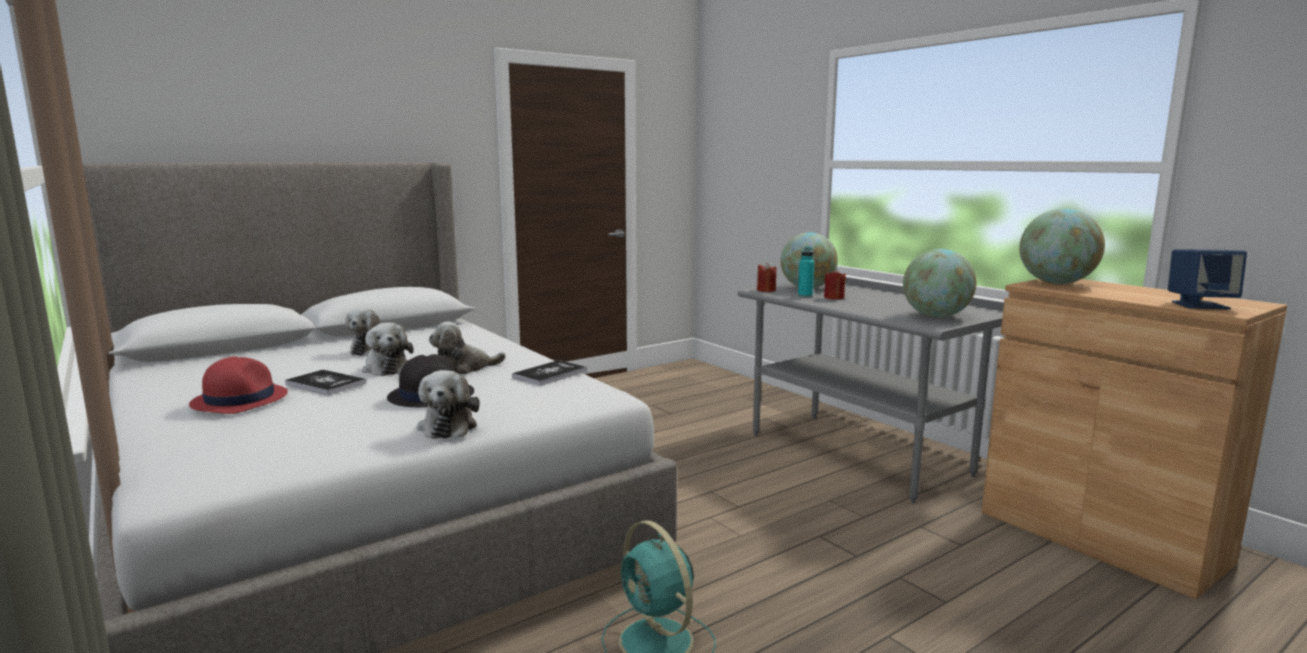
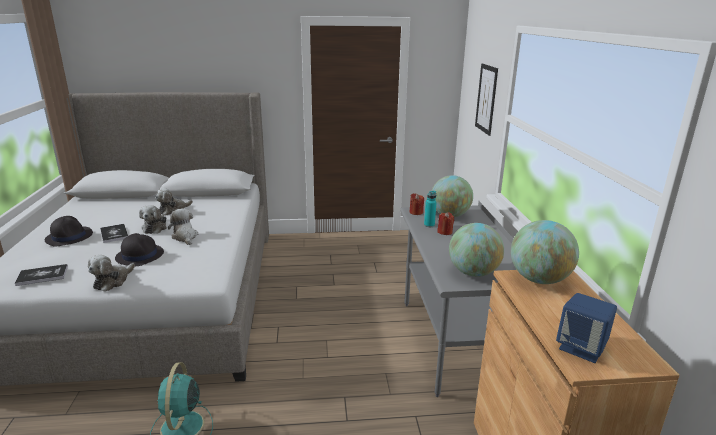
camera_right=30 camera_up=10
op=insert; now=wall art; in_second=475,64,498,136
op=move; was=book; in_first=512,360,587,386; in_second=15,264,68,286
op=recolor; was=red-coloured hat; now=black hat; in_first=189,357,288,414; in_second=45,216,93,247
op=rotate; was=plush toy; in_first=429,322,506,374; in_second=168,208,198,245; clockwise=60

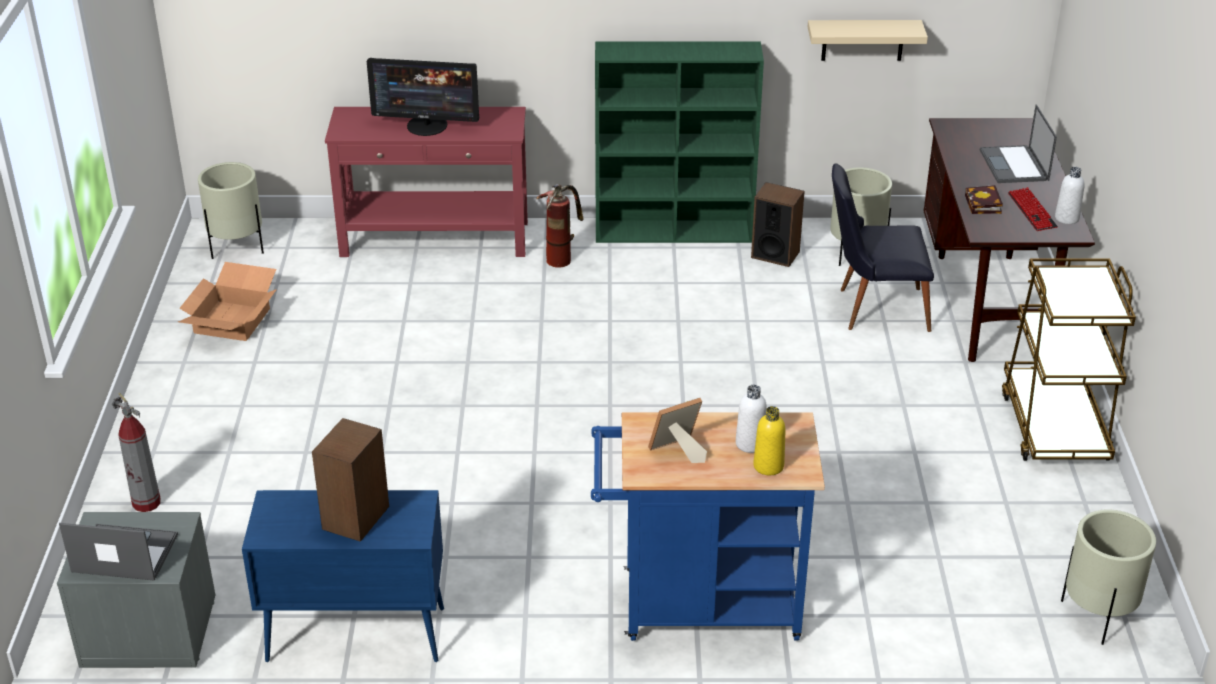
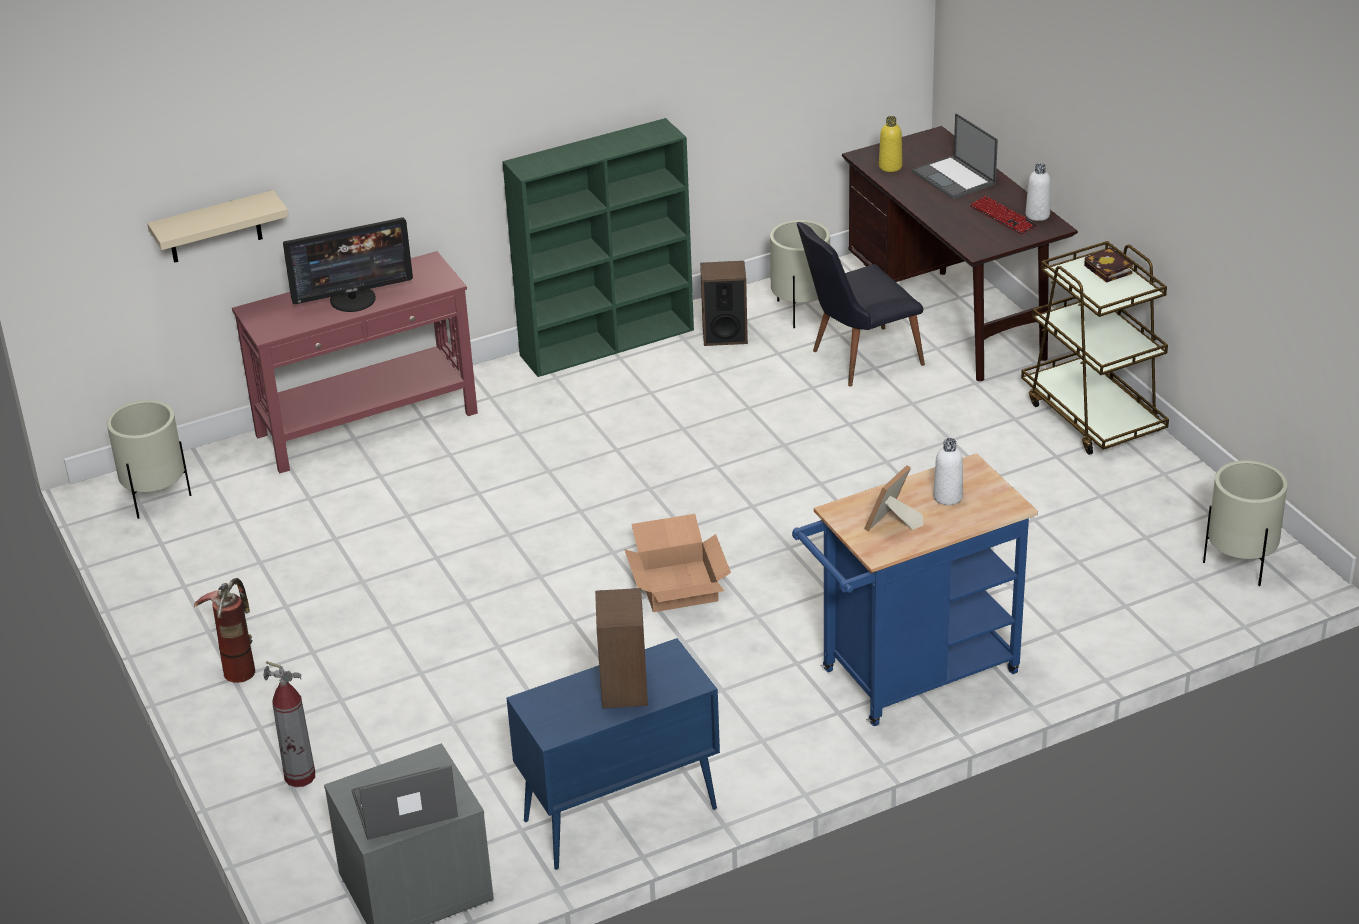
camera_right=-25 camera_up=0
op=move; was=packing box; in_first=178,262,277,341; in_second=624,514,731,612
op=move; was=fire extinguisher; in_first=536,184,583,268; in_second=194,578,255,683
op=move; was=yellow beverage bottle; in_first=753,406,786,475; in_second=879,116,902,172
op=move; was=sand-coloured shelf; in_first=808,20,928,61; in_second=147,190,289,263
op=move; was=book; in_first=965,185,1003,214; in_second=1084,247,1133,283

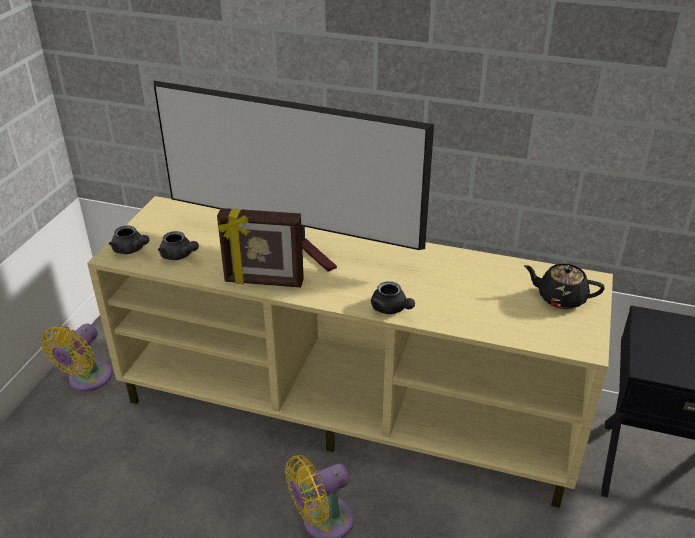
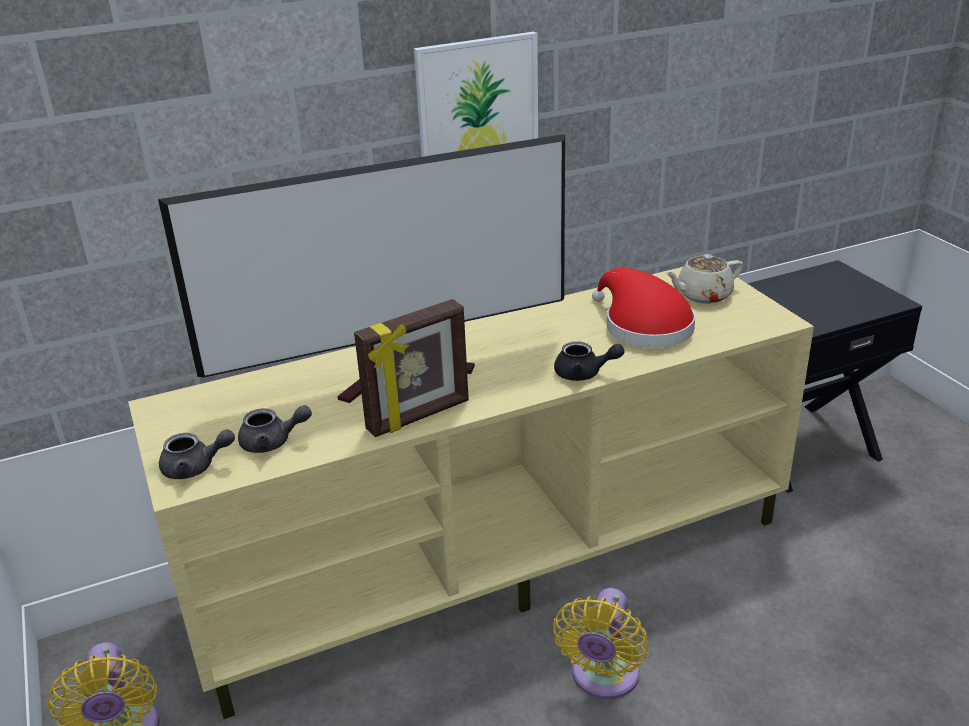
camera_right=-40 camera_up=-5
op=insert; now=wall art; in_second=414,32,538,157
op=insert; now=red-coloured hat; in_second=592,268,695,348
op=recolor; was=black teapot; now=sand-coloured teapot; in_first=524,263,605,309; in_second=665,254,743,304

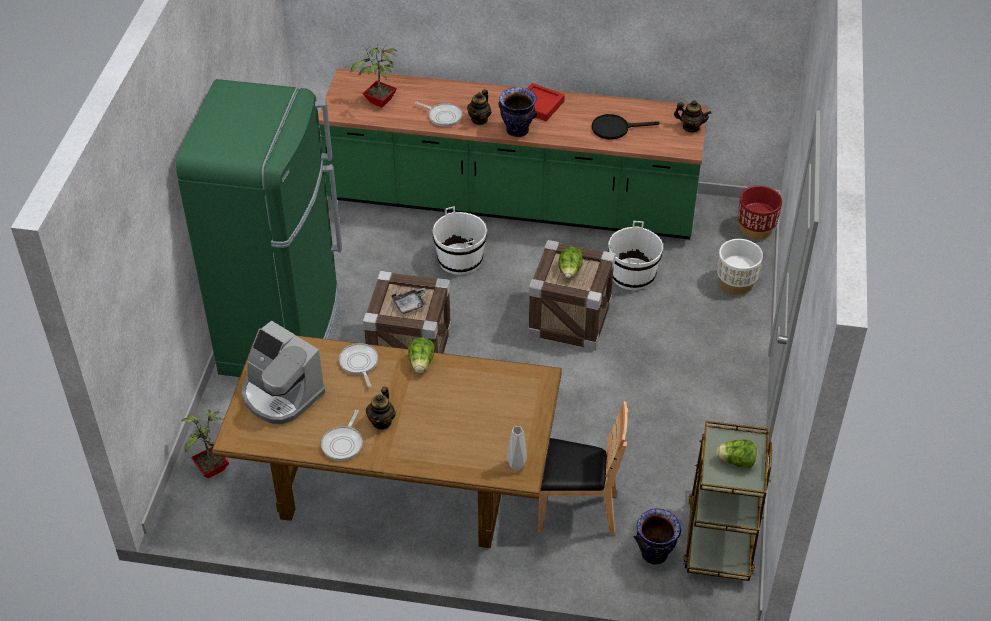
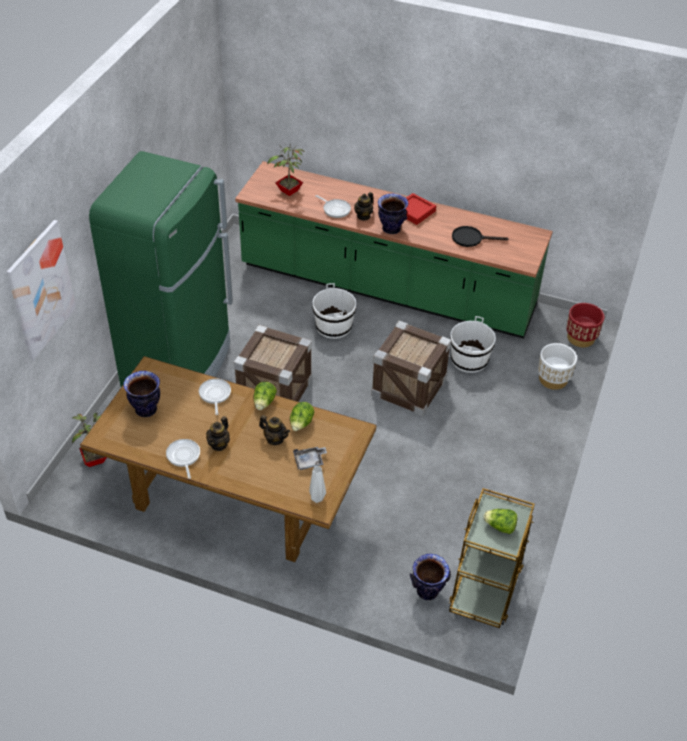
camera_right=10 camera_up=0
op=delete; was=brown upright chair; in_first=538,401,628,535
op=insert; now=wall art; in_second=7,220,76,360
op=move; was=grey serving tray; in_first=392,288,427,314; in_second=293,447,327,470
op=move; was=lettuce; in_first=559,246,583,278; in_second=290,402,314,431
op=move; was=teapot; in_first=674,100,711,132; in_second=259,415,290,445
op=replace; was=coffee machine; now=flower vase; in_first=241,320,325,424; in_second=123,371,160,417
op=rotate; was=skillet; in_first=321,410,363,461; in_second=166,439,200,479; clockwise=135

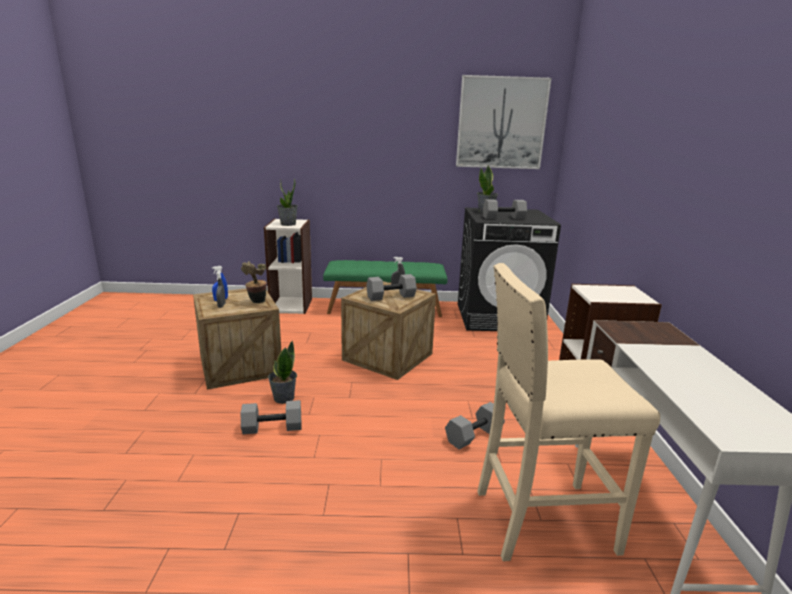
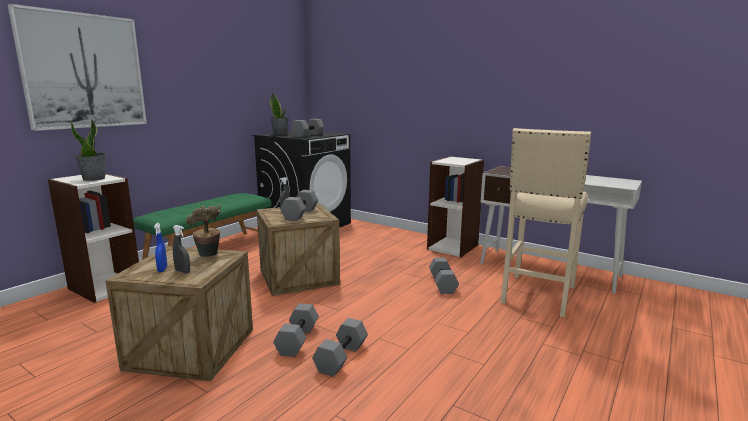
camera_right=-55 camera_up=-5
op=move; was=wall art; in_first=456,75,551,169; in_second=7,4,147,131
op=replace; was=houseplant; now=grey dumbbell; in_first=268,340,297,404; in_second=273,303,319,357

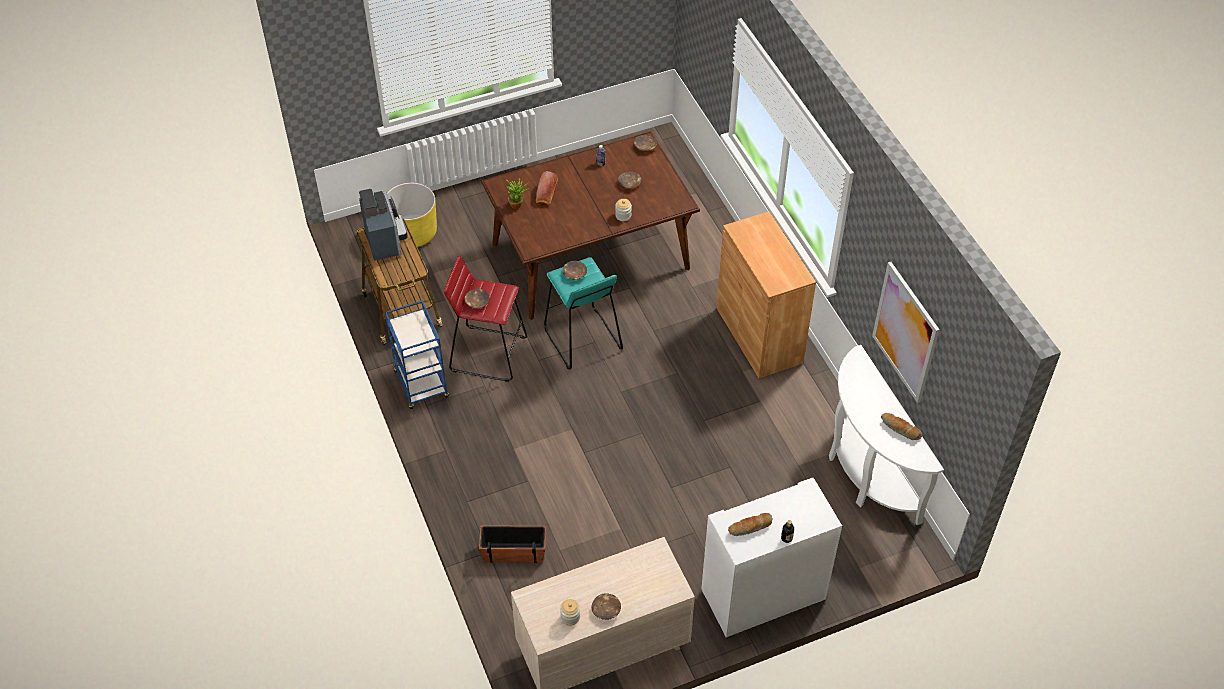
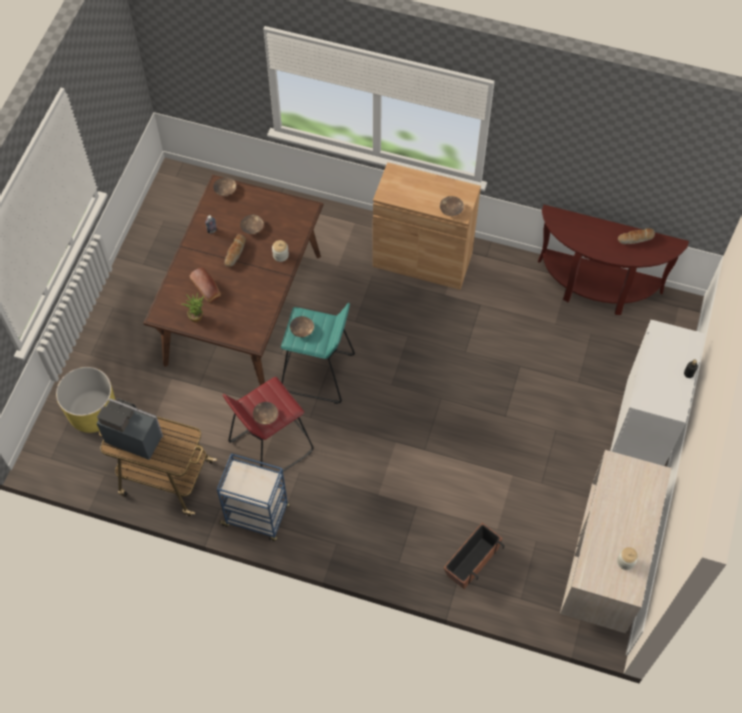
camera_right=-50 camera_up=10
op=delete; was=wall art; in_first=872,262,940,403
op=move; was=brown serving bowl; in_first=592,593,621,620; in_second=440,196,464,216
op=move; was=bread; in_first=728,513,773,536; in_second=225,234,246,267
op=recolor; was=white console table; now=brown console table; in_first=829,345,944,525; in_second=538,205,689,315

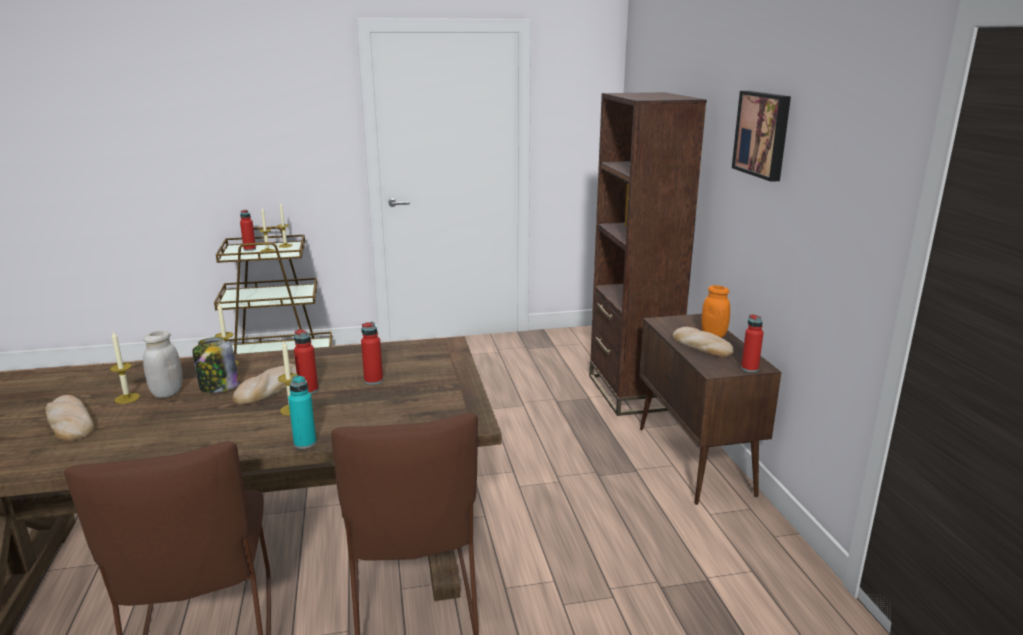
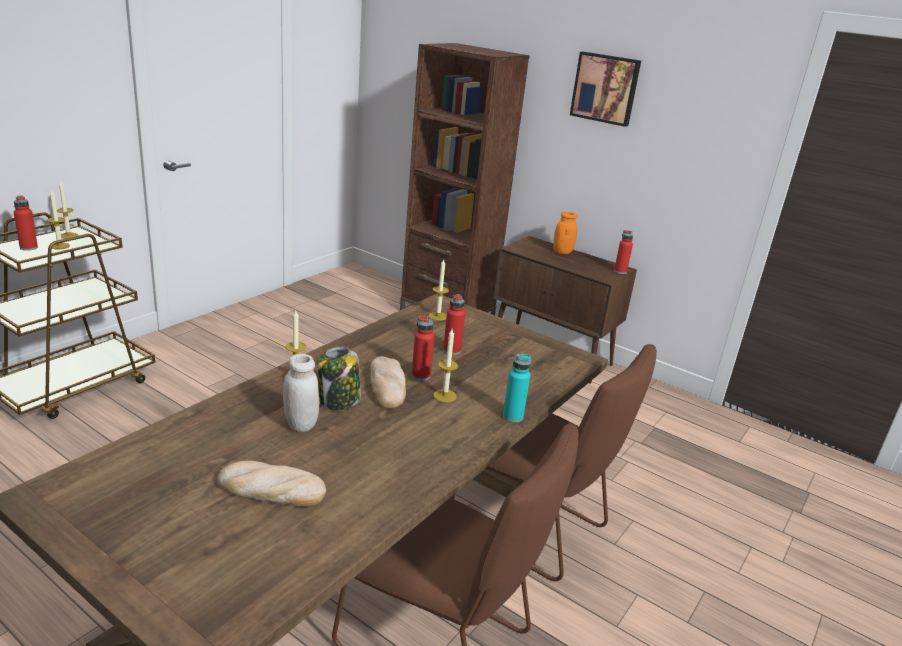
camera_right=-45 camera_up=5
op=delete; was=bread; in_first=672,327,734,357
op=move; was=candle; in_first=110,331,140,404; in_second=429,259,449,321

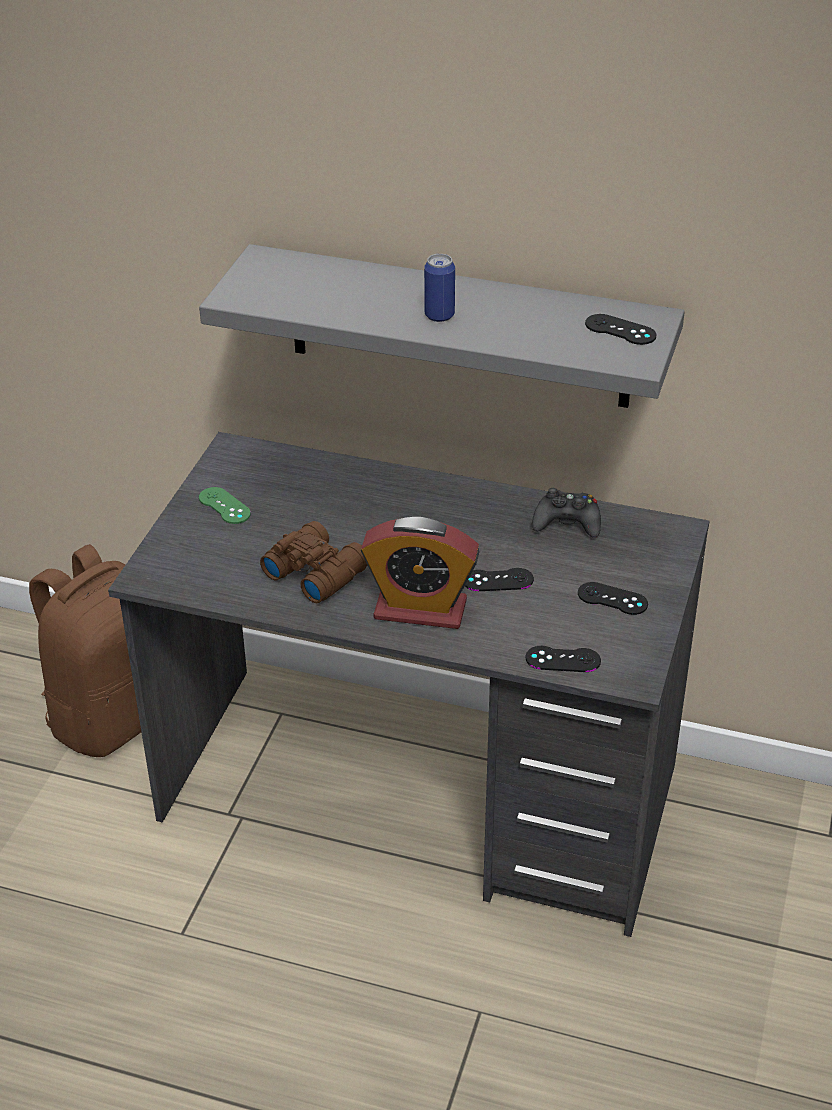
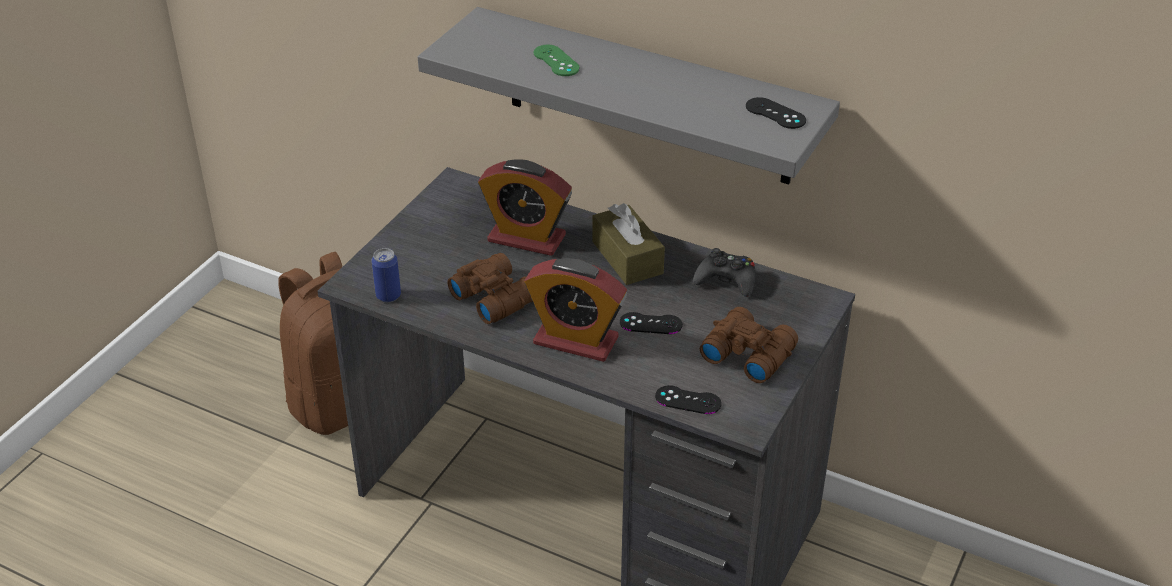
camera_right=10 camera_up=0
op=insert; now=bedside clock; in_second=478,159,572,256
op=insert; now=brown box of tissues; in_second=592,203,665,285
op=move; was=green-coloured game controller; in_first=199,487,251,524; in_second=534,45,580,76
op=move; was=can; in_first=424,254,455,322; in_second=372,248,401,302
op=replace; was=black game controller; now=brown field glasses; in_first=578,582,648,615; in_second=700,307,798,383

